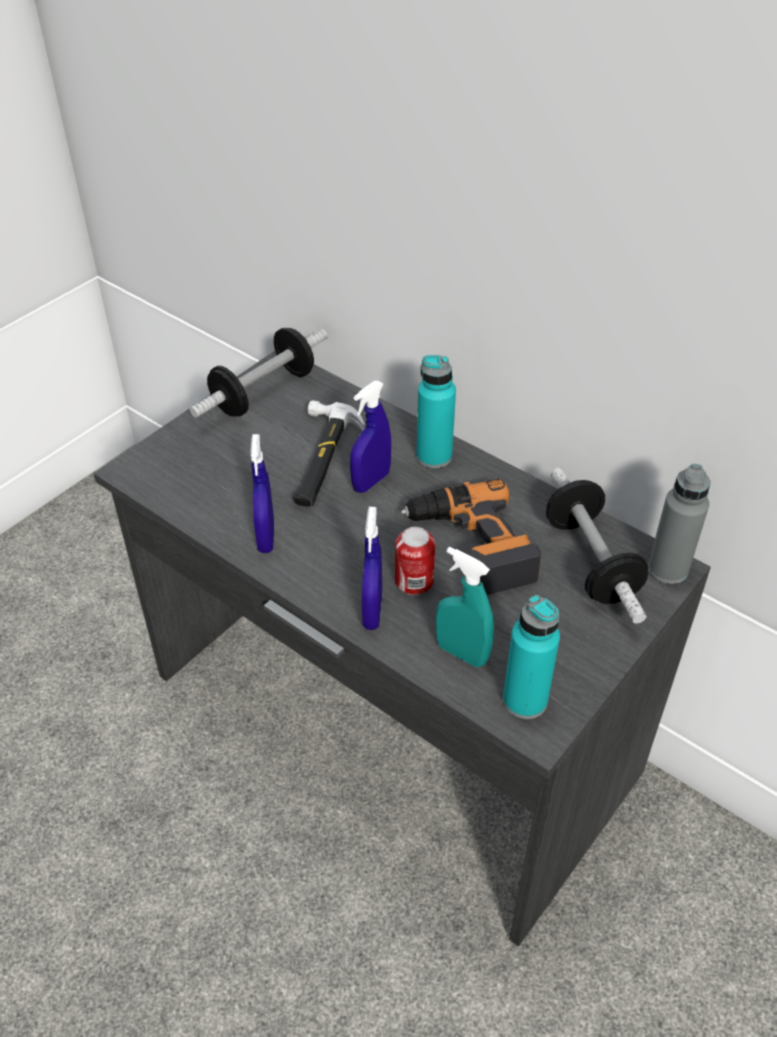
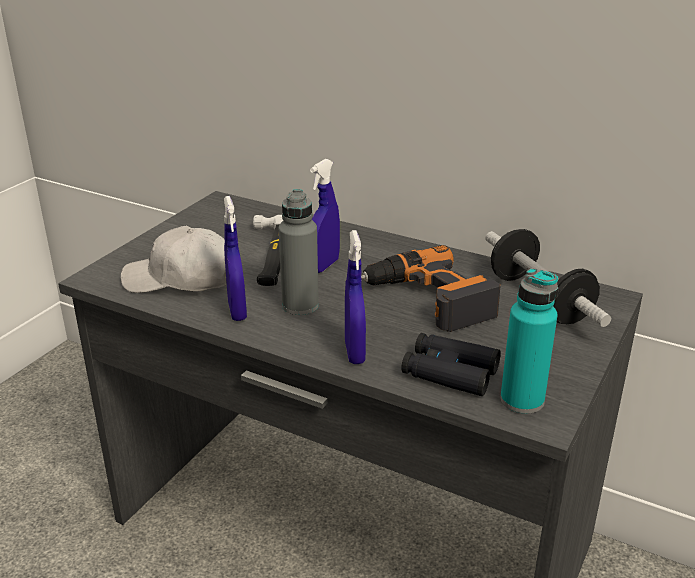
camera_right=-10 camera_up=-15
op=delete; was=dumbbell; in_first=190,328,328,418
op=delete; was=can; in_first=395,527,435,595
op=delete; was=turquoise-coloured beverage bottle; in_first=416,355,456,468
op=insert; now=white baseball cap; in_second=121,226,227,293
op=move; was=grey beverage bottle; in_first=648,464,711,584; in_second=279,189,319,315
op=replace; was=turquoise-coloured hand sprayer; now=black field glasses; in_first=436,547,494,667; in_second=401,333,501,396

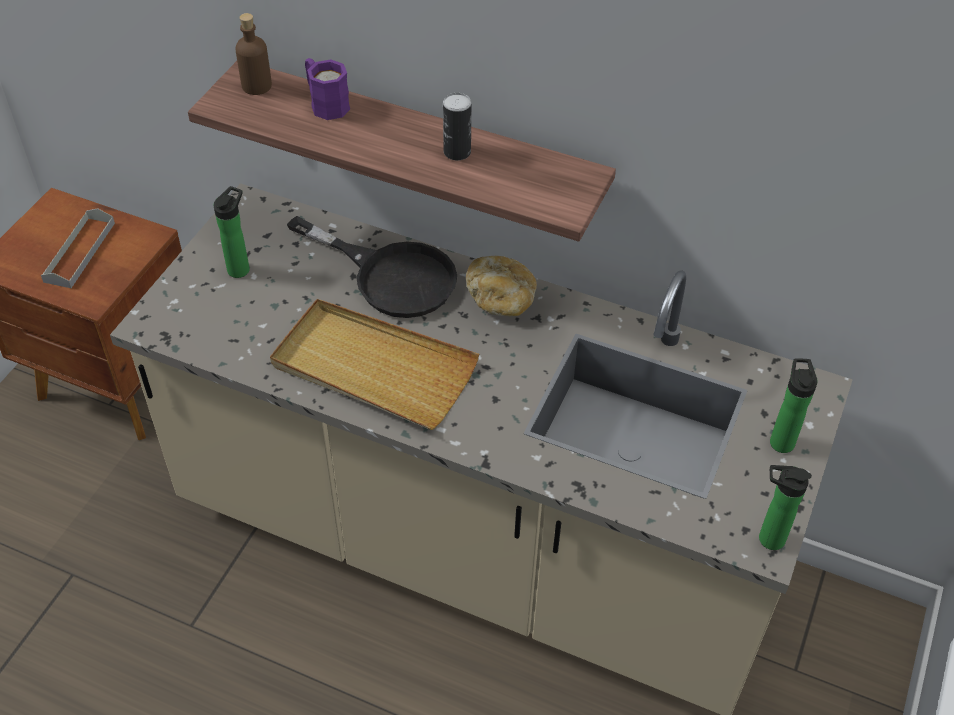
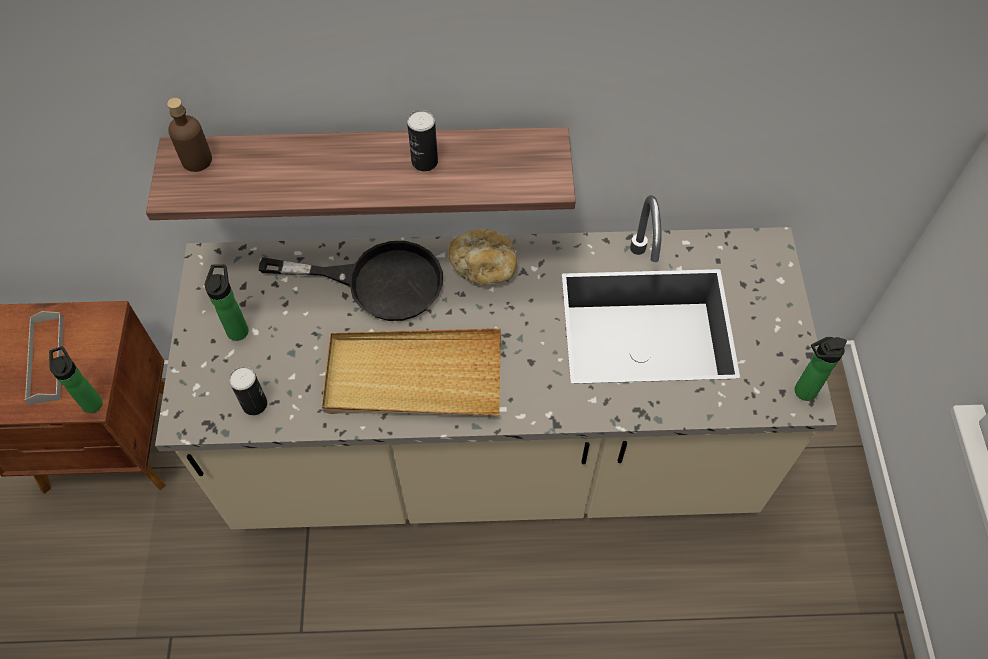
camera_right=-25 camera_up=10
op=delete; was=purplish mug; in_first=305,58,350,120
op=insert; now=can; in_second=229,367,267,415
op=move; was=beverage bottle; in_first=770,358,818,453; in_second=49,346,103,413

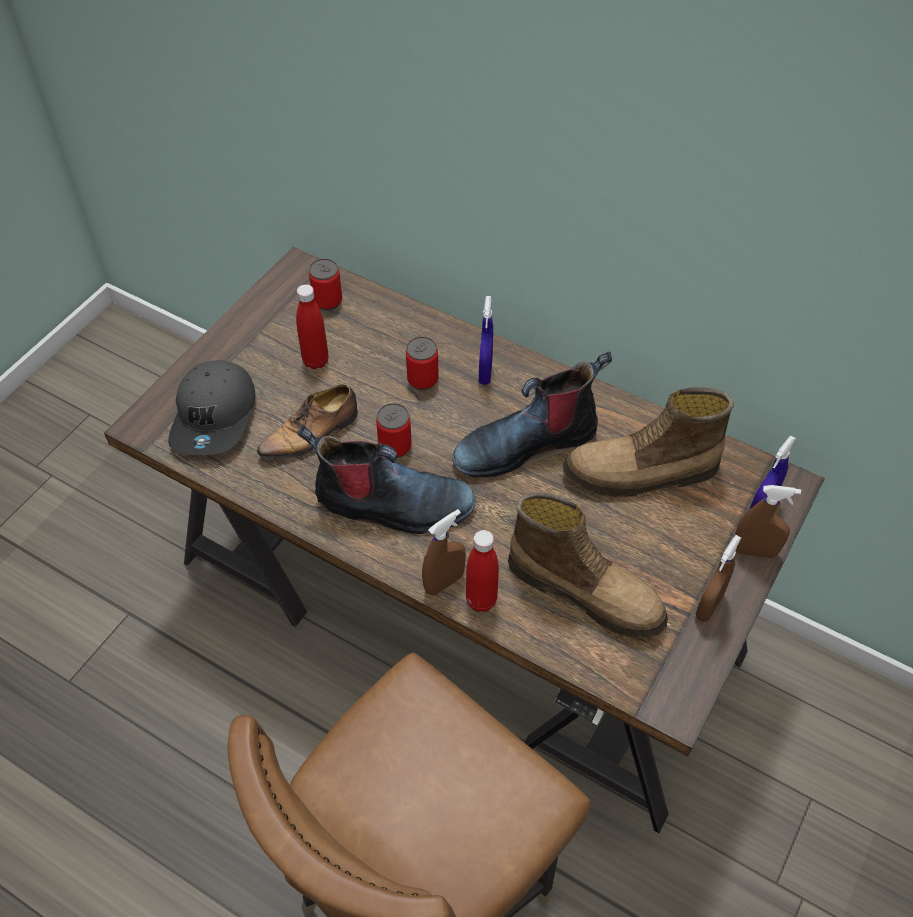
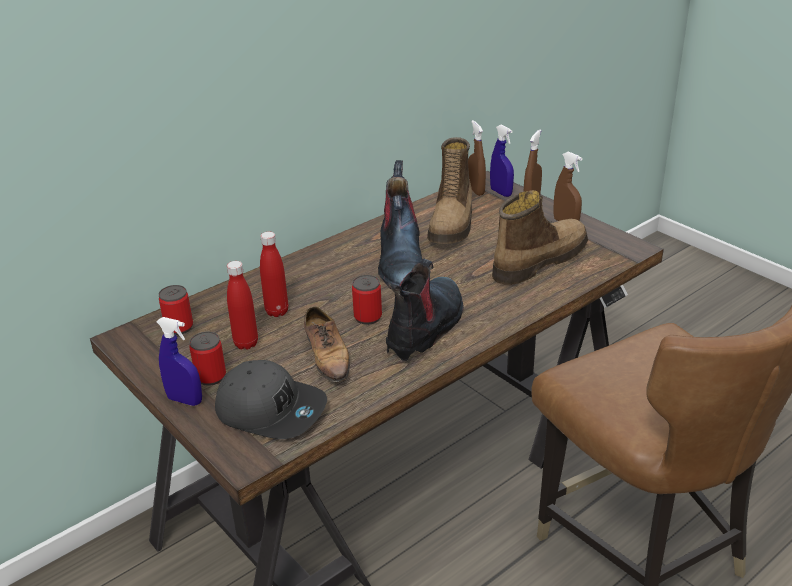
camera_right=-70 camera_up=-20
op=move; was=can; in_first=406,336,439,390; in_second=189,332,226,386
op=move; was=brown hand sprayer; in_first=422,509,466,596; in_second=468,120,486,196
op=move; was=red-coloured beverage bottle; in_first=466,530,499,612; in_second=260,232,288,317
op=move; was=bluish hand sprayer; in_first=479,296,493,385; in_second=156,317,202,406

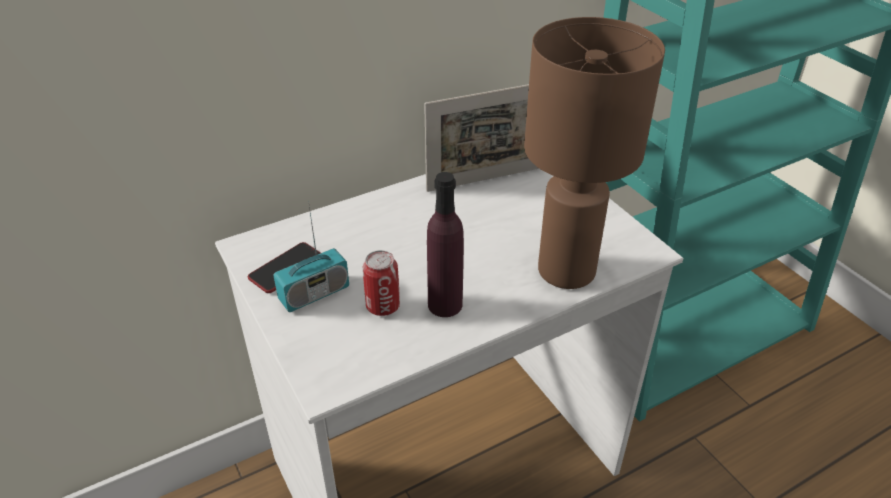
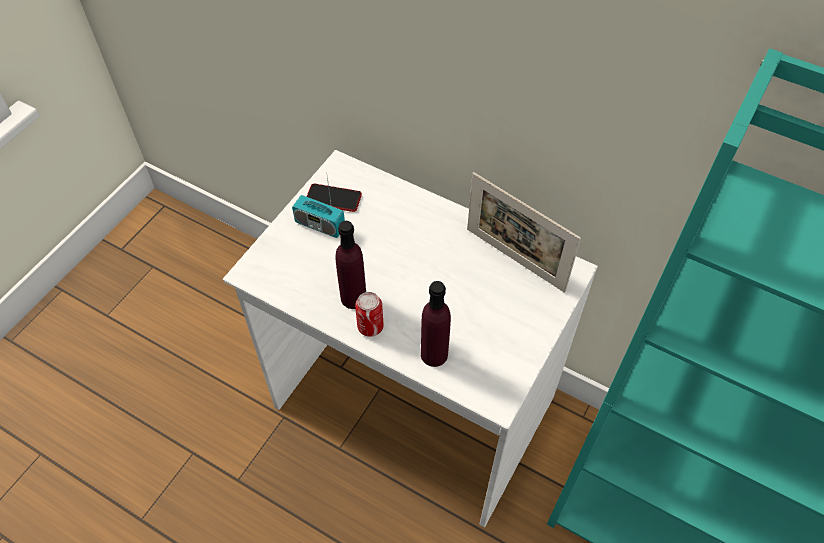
camera_right=60 camera_up=15
op=move; was=can; in_first=363,250,400,316; in_second=355,292,384,337
op=replace; was=brown tabletop lamp; now=purplish beverage bottle; in_first=524,17,665,289; in_second=421,281,451,367

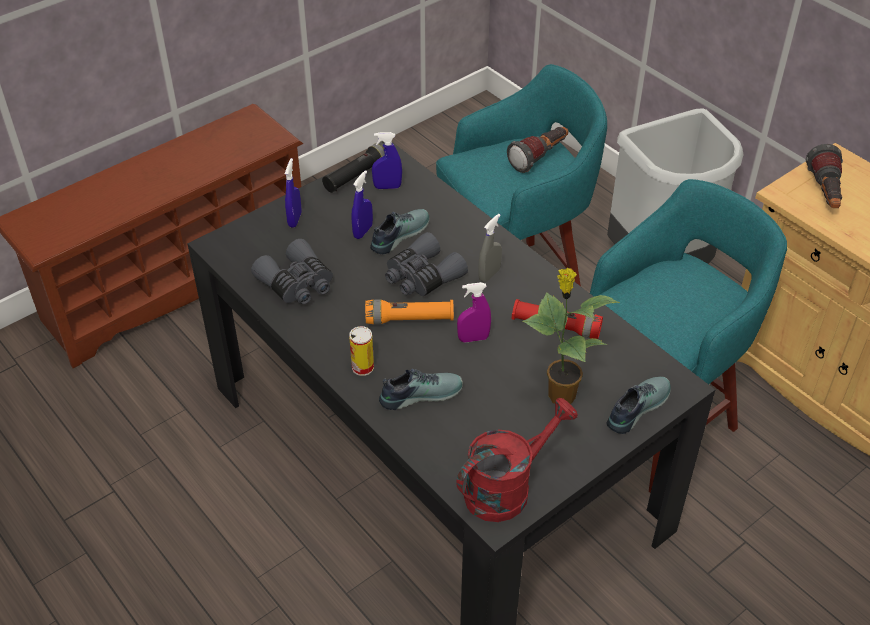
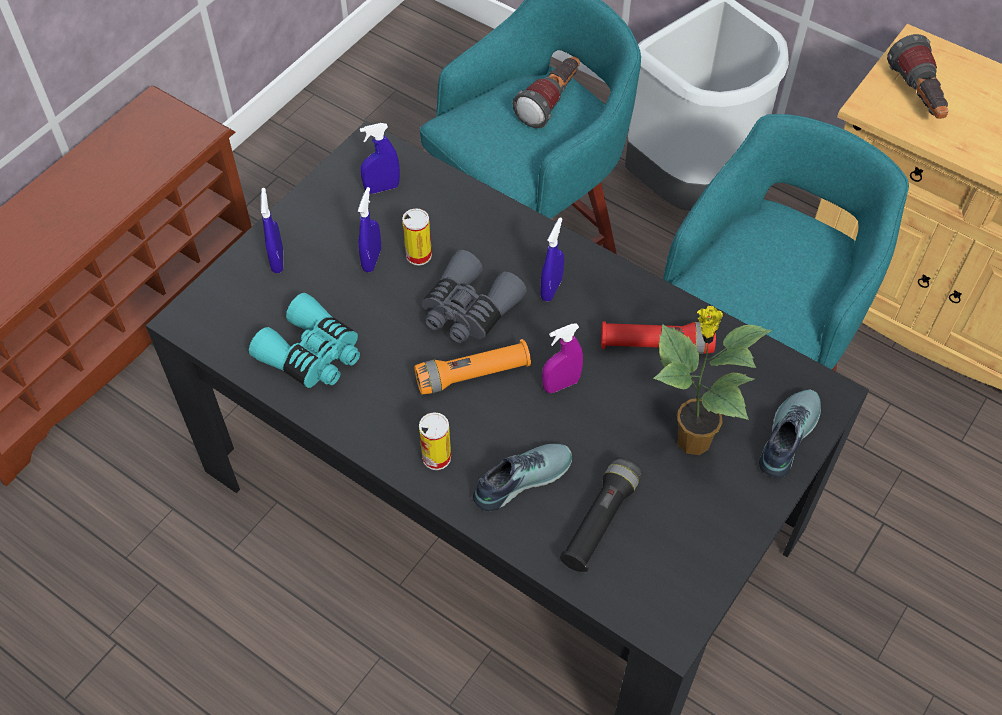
camera_right=-15 camera_up=10
op=delete; was=red-coloured sprinkling can; in_first=456,398,578,522
op=move; was=black torch; in_first=322,141,385,193; in_second=560,457,642,573
op=replace; was=low shoe; now=can; in_first=370,209,430,254; in_second=402,208,432,266
op=recolor; was=grey field glasses; now=turquoise-coloured field glasses; in_first=251,239,333,304; in_second=249,293,360,388
op=recolor; was=grey hand sprayer; now=bluish hand sprayer; in_first=478,214,502,282; in_second=540,217,564,302

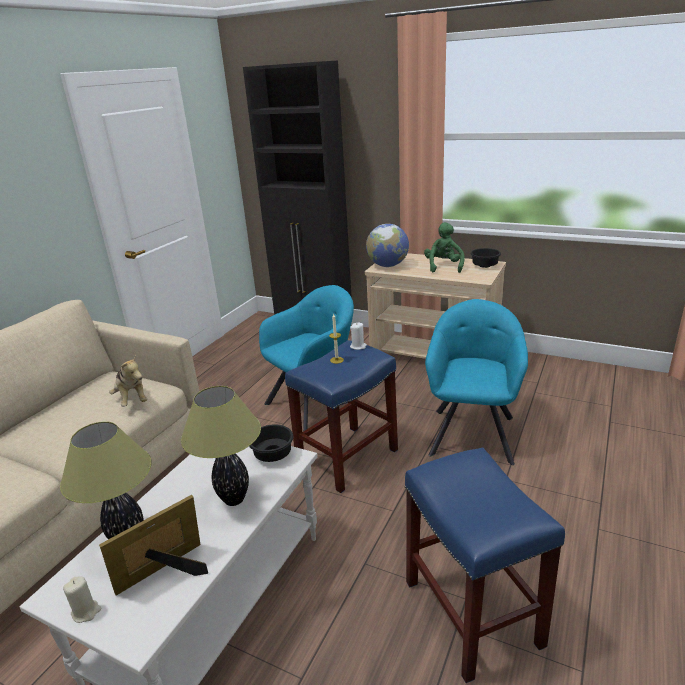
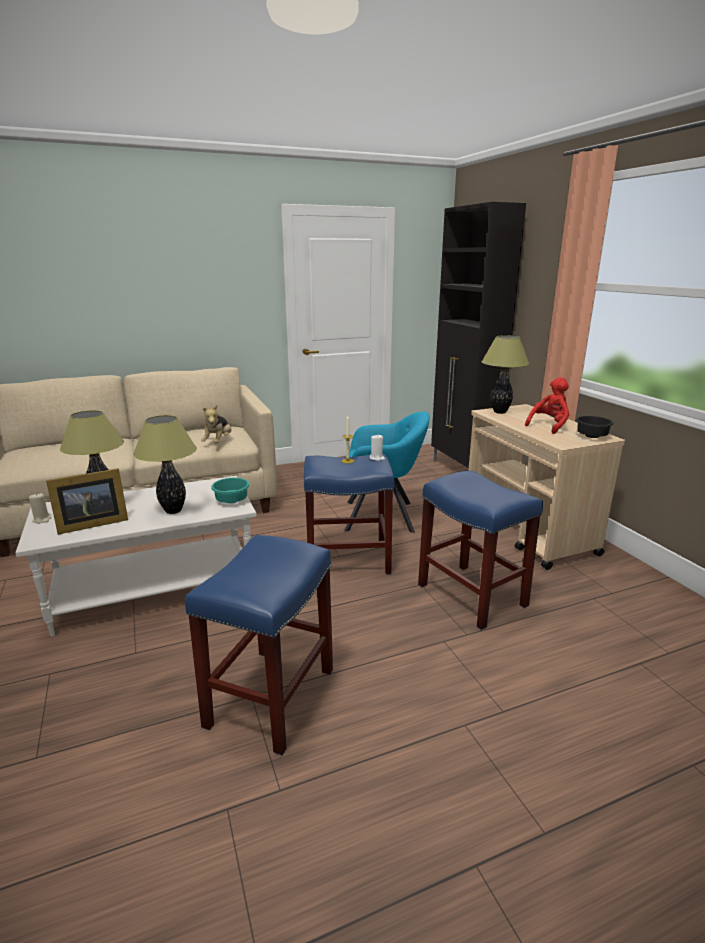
camera_right=40 camera_up=-5
op=replace; was=globe; now=tabletop lamp; in_first=366,224,409,267; in_second=482,335,529,414
op=replace; was=turquoise-coloured easy chair; now=bluish stool; in_first=425,299,528,465; in_second=418,470,543,630
op=recolor; was=black serving bowl; now=turquoise-coloured serving bowl; in_first=249,424,293,462; in_second=211,478,250,503
op=recolor; was=green-coloured plush toy; now=red-coloured plush toy; in_first=424,222,465,273; in_second=525,377,569,434
op=rotate; was=picture frame; in_first=99,495,208,596; in_second=46,468,128,535; clockwise=150

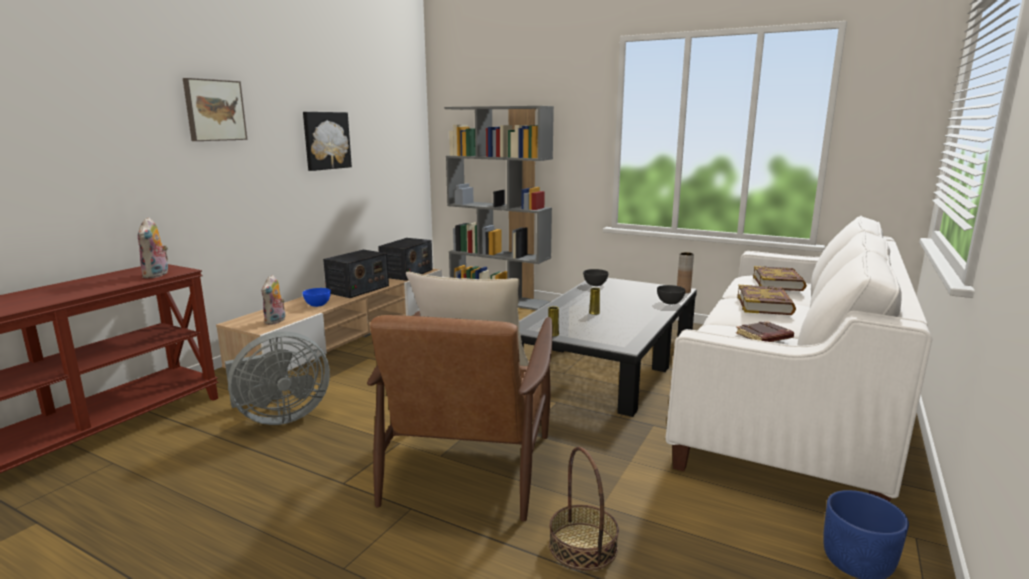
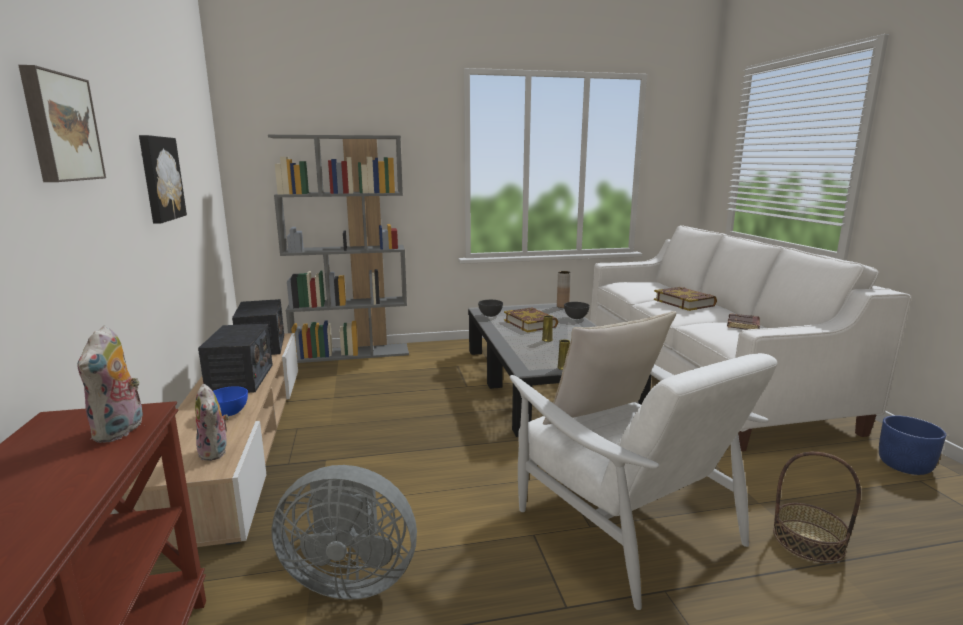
camera_right=-40 camera_up=0
op=move; was=book; in_first=753,266,807,291; in_second=504,307,558,332
op=recolor; was=brown easy chair; now=white easy chair; in_first=367,311,553,522; in_second=510,353,777,610
op=rotate; was=plush toy; in_first=138,217,168,278; in_second=77,325,143,443; clockwise=45
op=rotate; was=grey fan; in_first=225,331,330,425; in_second=271,465,417,600; clockwise=75

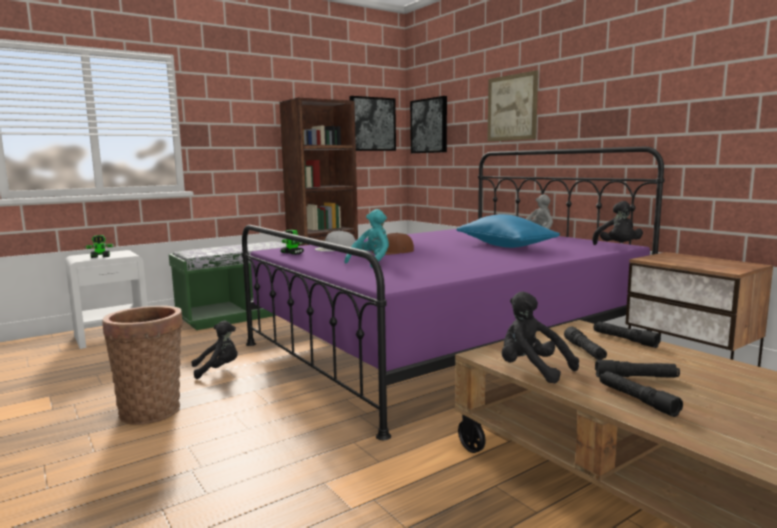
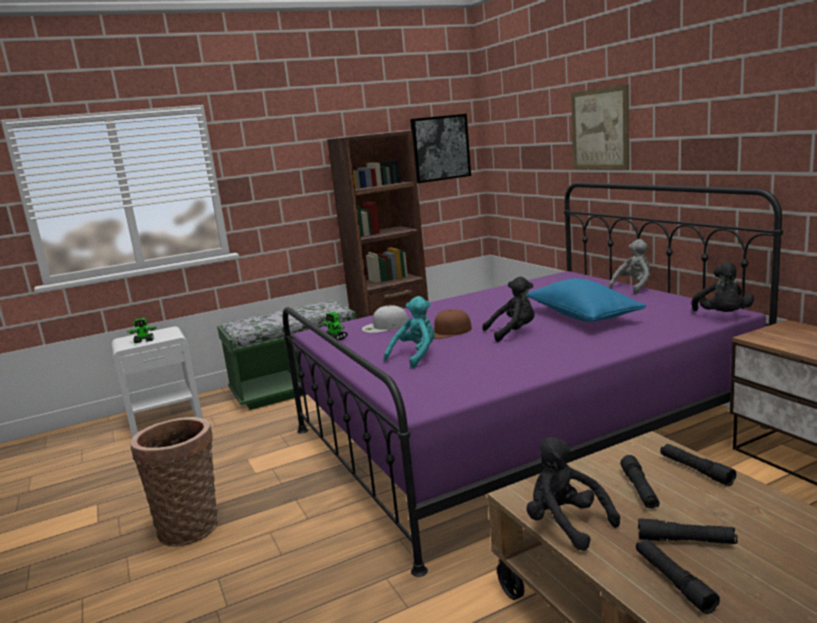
camera_right=10 camera_up=5
op=delete; was=wall art; in_first=410,96,447,153
op=move; was=black plush toy; in_first=191,320,238,379; in_second=482,277,535,342

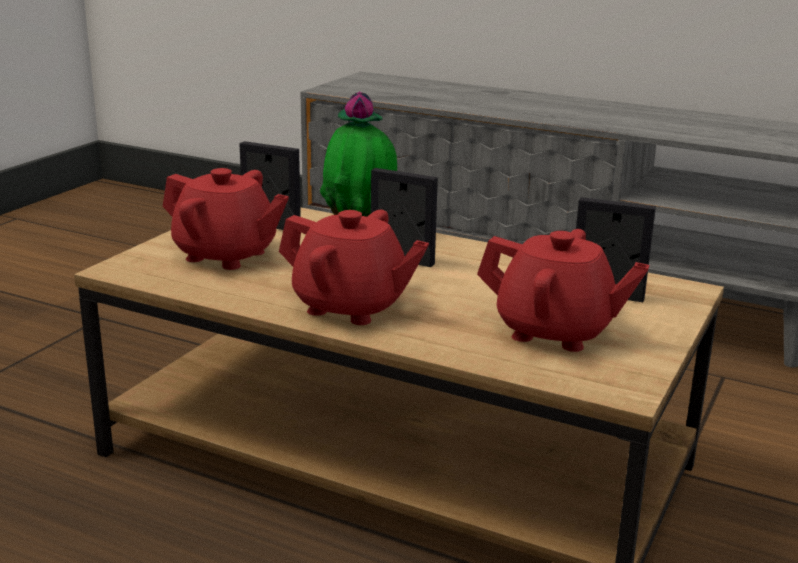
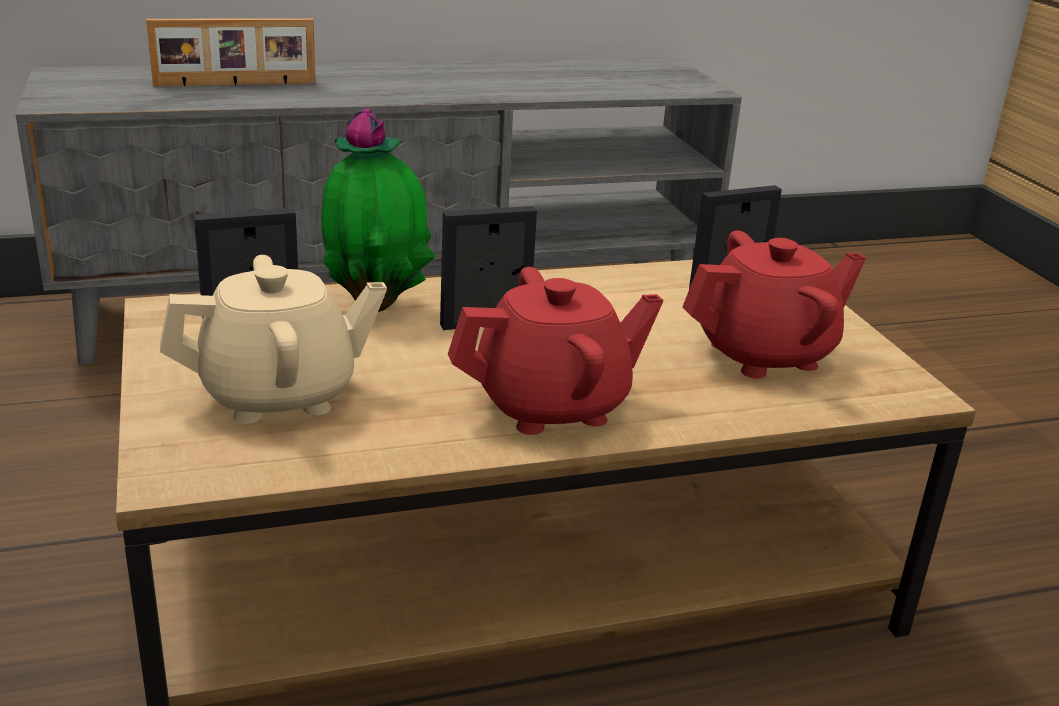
camera_right=-45 camera_up=5
op=insert; now=picture frame; in_second=146,18,316,86
op=recolor; was=red-coloured teapot; now=sand-coloured teapot; in_first=163,168,289,270; in_second=160,255,387,424

